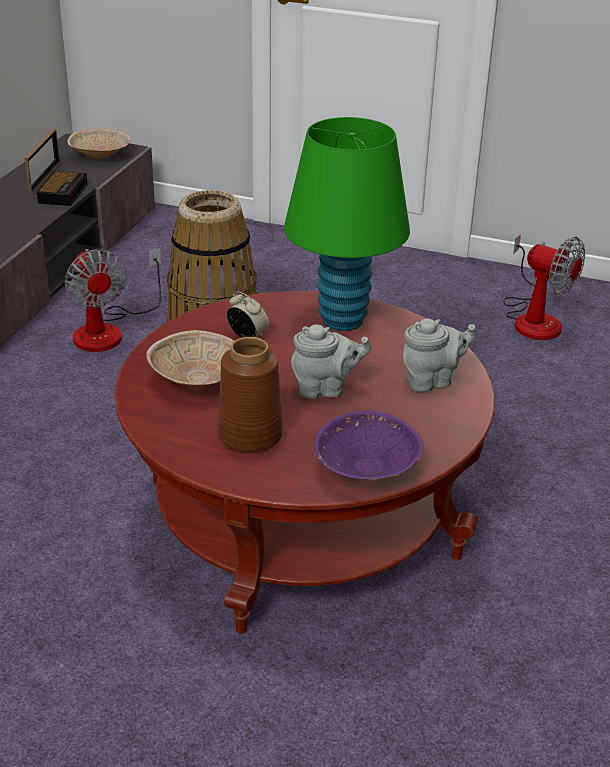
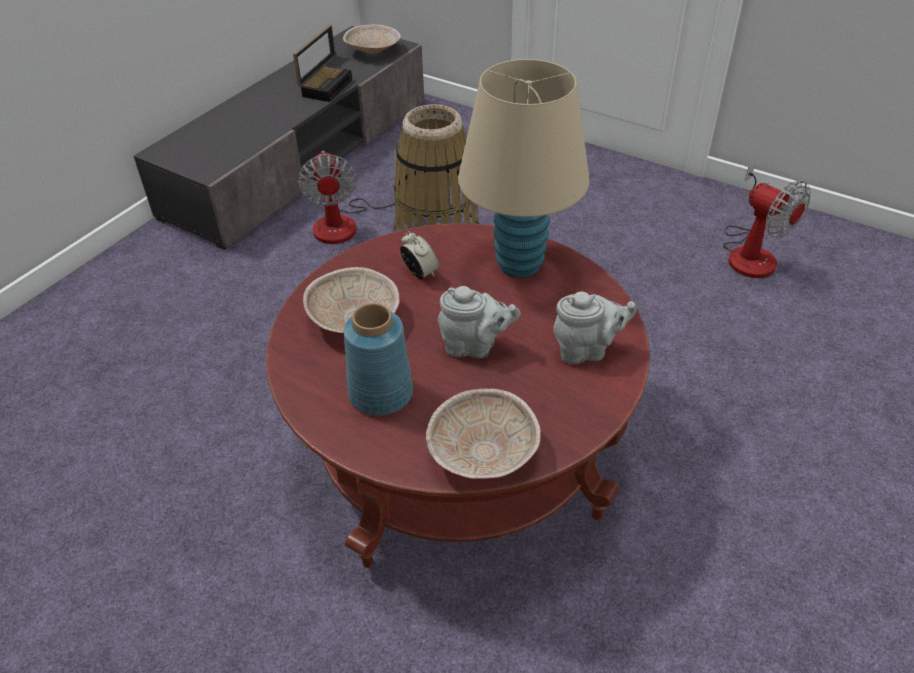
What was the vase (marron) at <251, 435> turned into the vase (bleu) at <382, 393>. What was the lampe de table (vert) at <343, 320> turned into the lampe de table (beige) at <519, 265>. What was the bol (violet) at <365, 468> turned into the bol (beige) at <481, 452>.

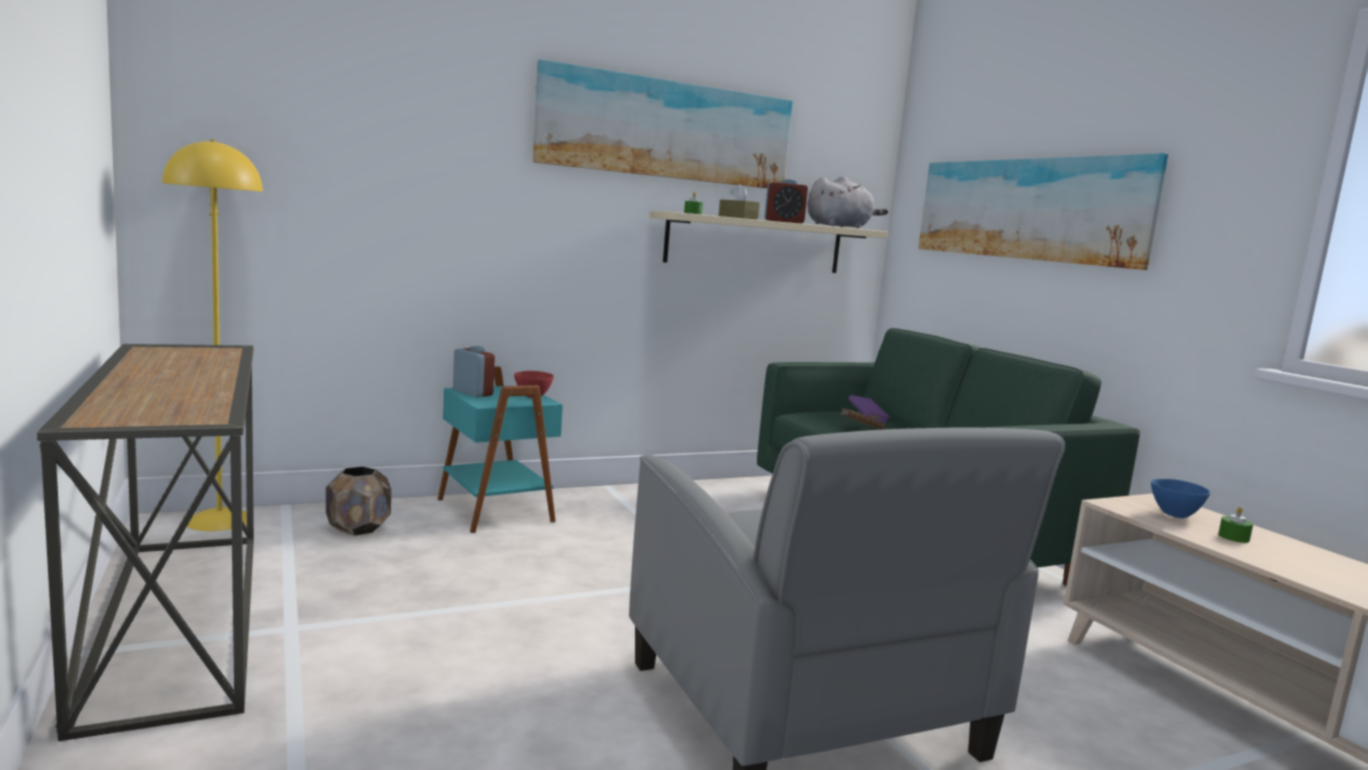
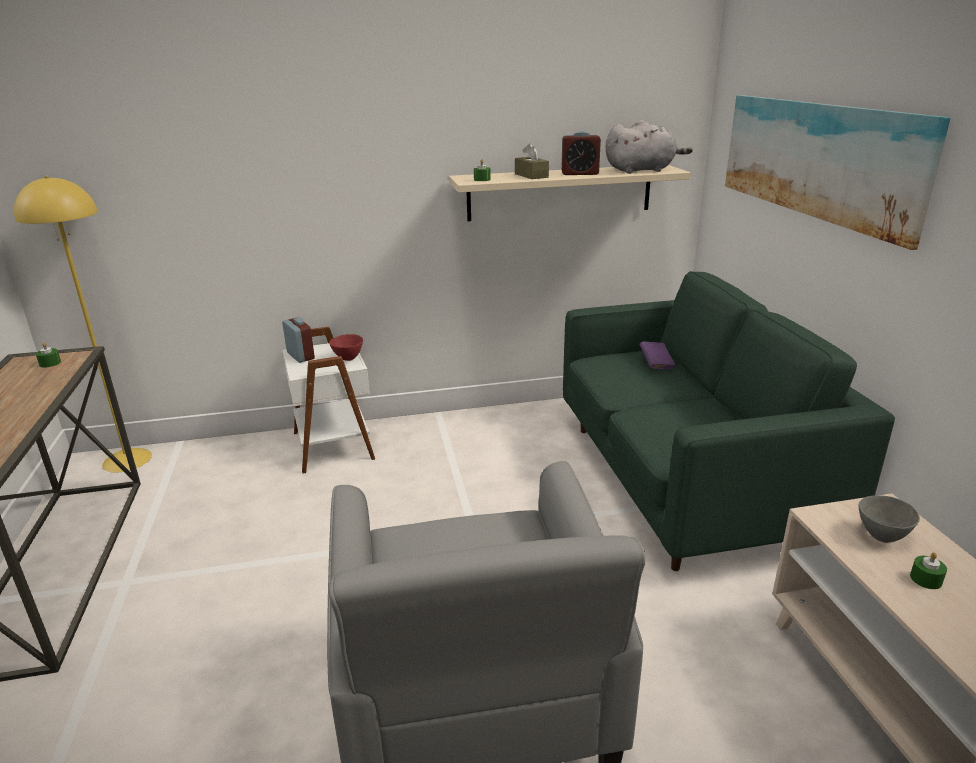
The second view lost the cache-pot (marron) at <359, 529>. The second view lost the tableau at <667, 130>. The second view lost the livre (marron) at <861, 429>. The second view gained the bougie (vert) at <50, 363>. What was the table d'appoint (turquoise) at <497, 509> turned into the table d'appoint (blanc) at <335, 444>. What was the bol (bleu) at <1174, 514> turned into the bol (gris) at <881, 535>.

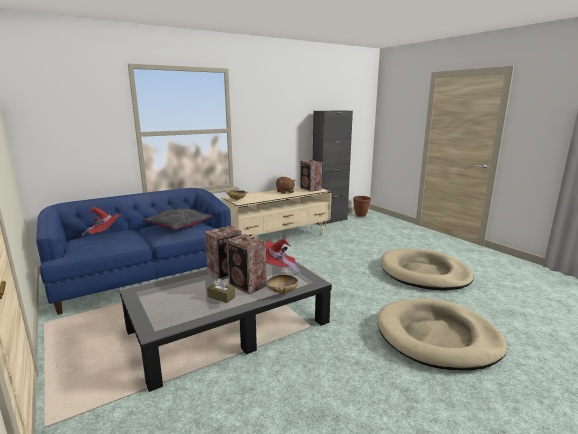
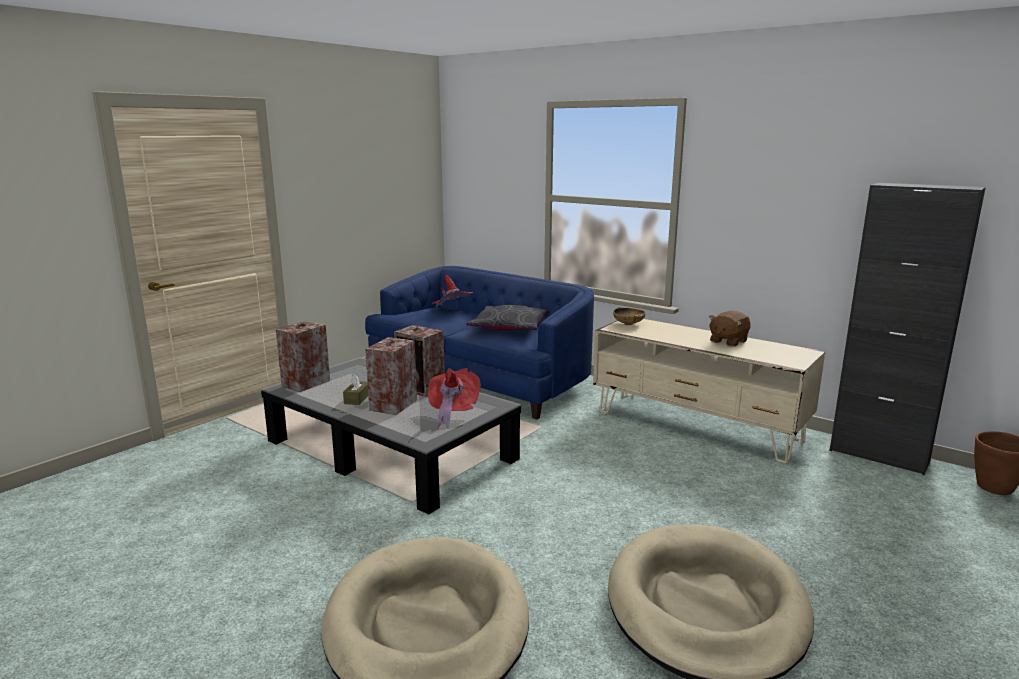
The second view lost the bol (beige) at <282, 292>. The enceinte ended up elsewhere, having gone from <310, 189> to <304, 383>.

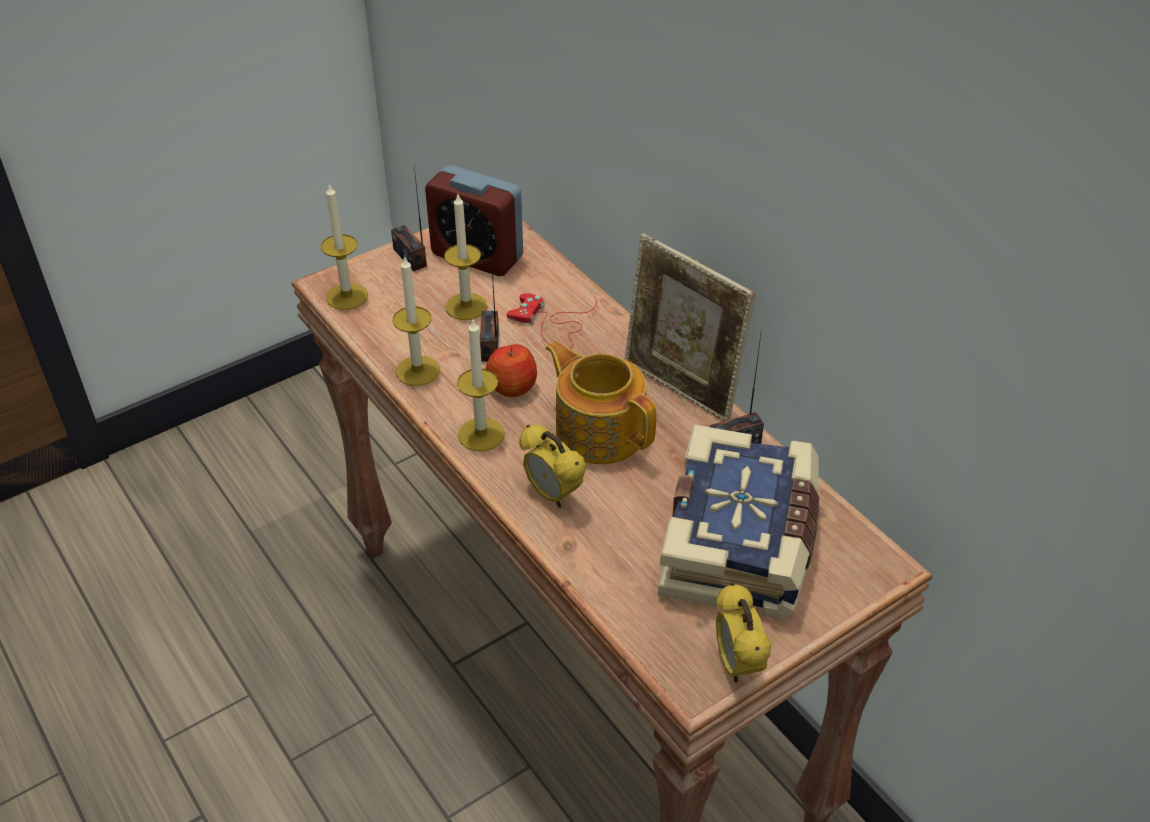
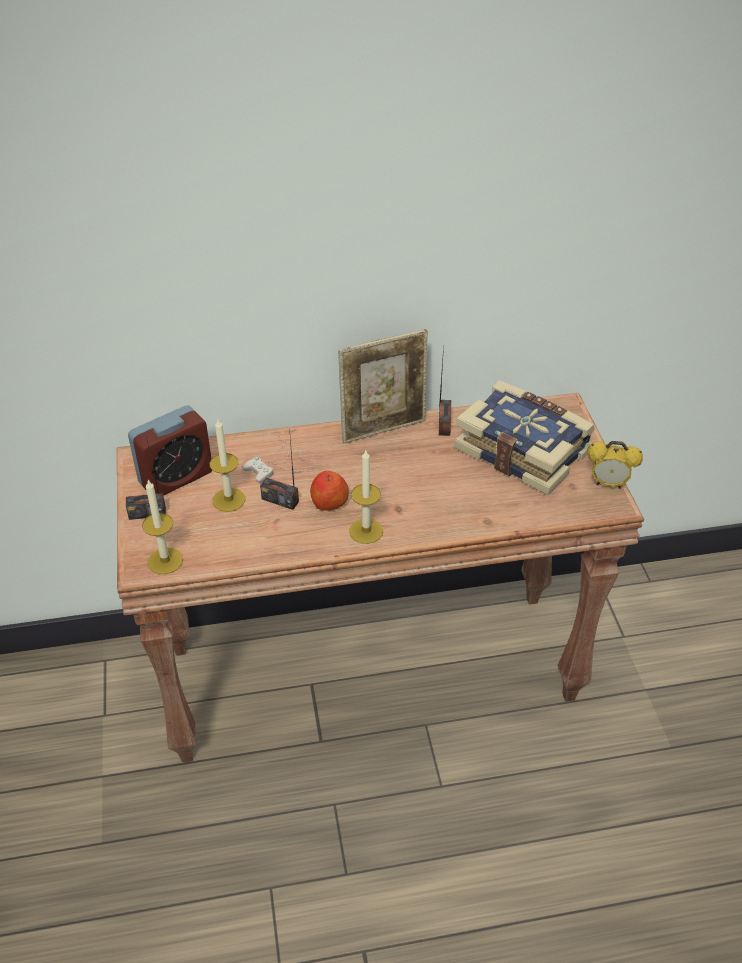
The second view lost the bougie at <417, 371>. The second view lost the réveil at <553, 495>. The second view lost the théière at <599, 431>. What was the manette (rouge) at <552, 324> turned into the manette (blanc) at <280, 464>.

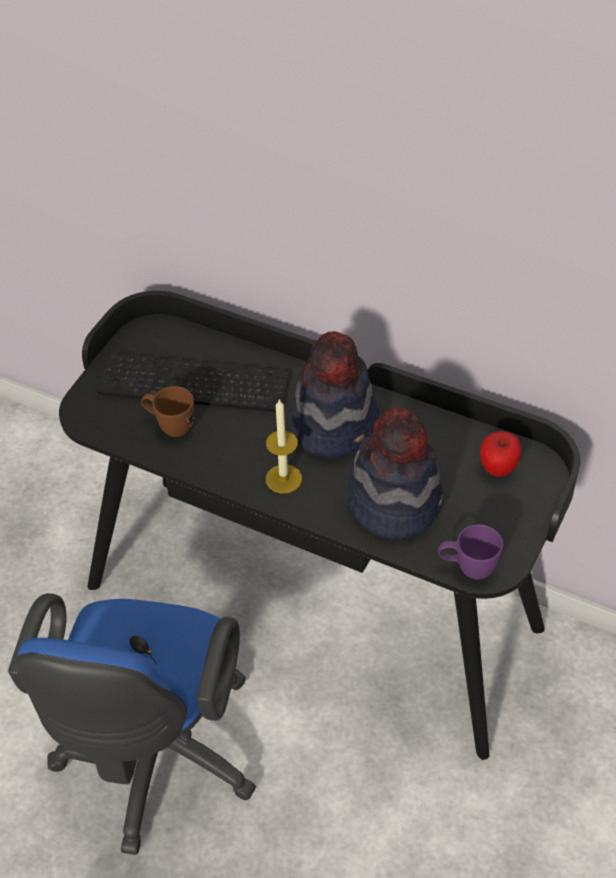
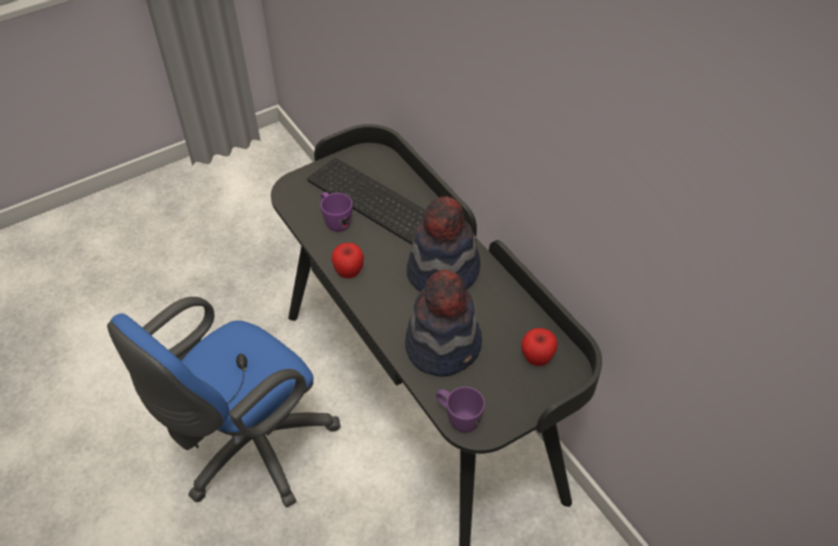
The second view lost the bougie at <283, 479>. The second view gained the pomme at <349, 272>. What was the mug (marron) at <170, 426> turned into the mug (violet) at <335, 222>.

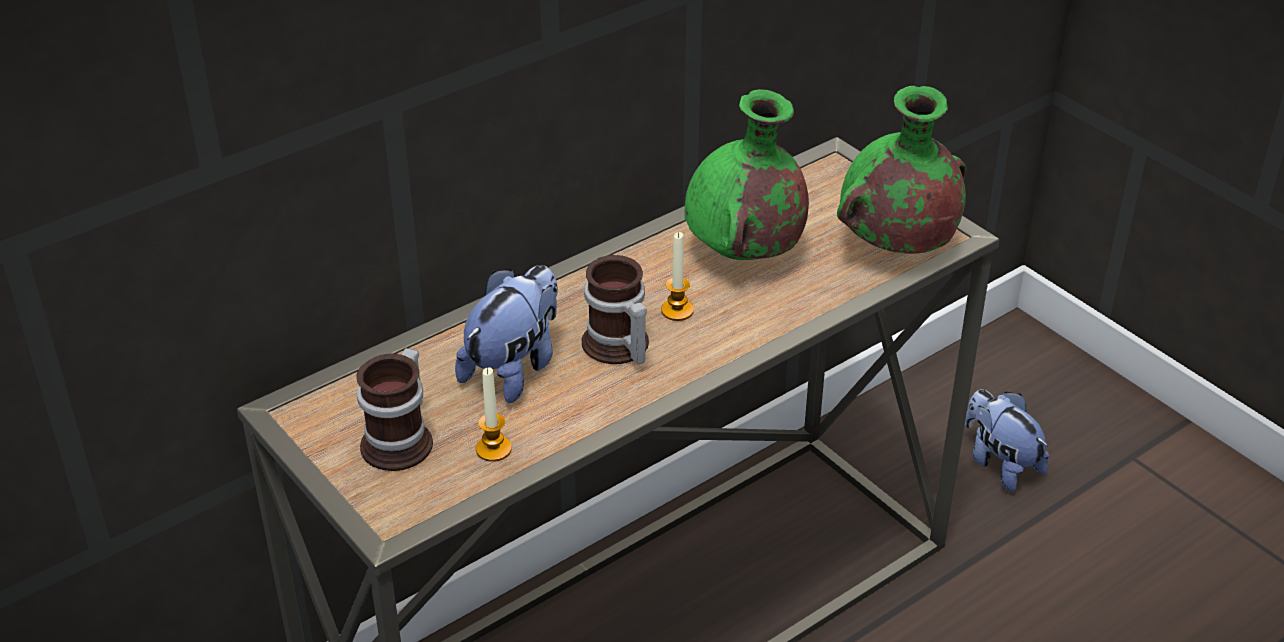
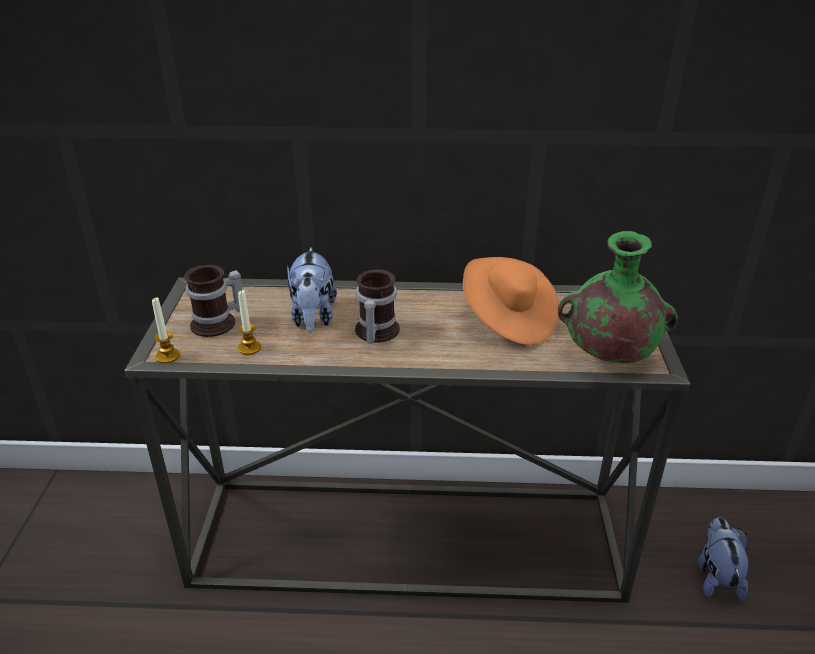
The bougie ended up elsewhere, having gone from <677, 311> to <168, 356>. Where the vase (vert) stood at <744, 254>, the chapeau (orange) came to stand at <508, 320>. The peluche at <514, 368> ended up facing another way, 105 degrees clockwise from before.

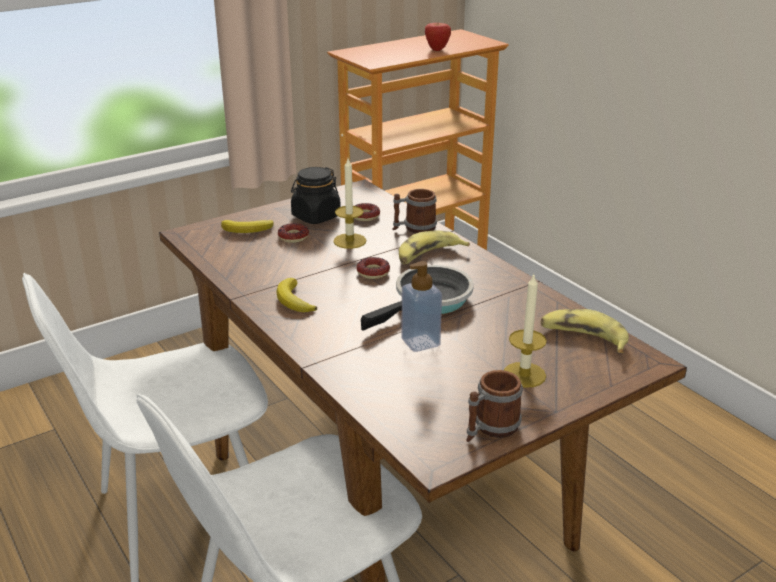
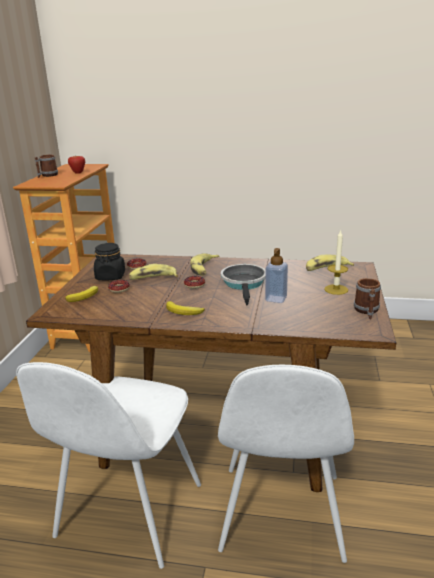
The mug ended up elsewhere, having gone from <414, 228> to <47, 175>. Where the bougie stood at <349, 241>, the banane came to stand at <153, 278>.

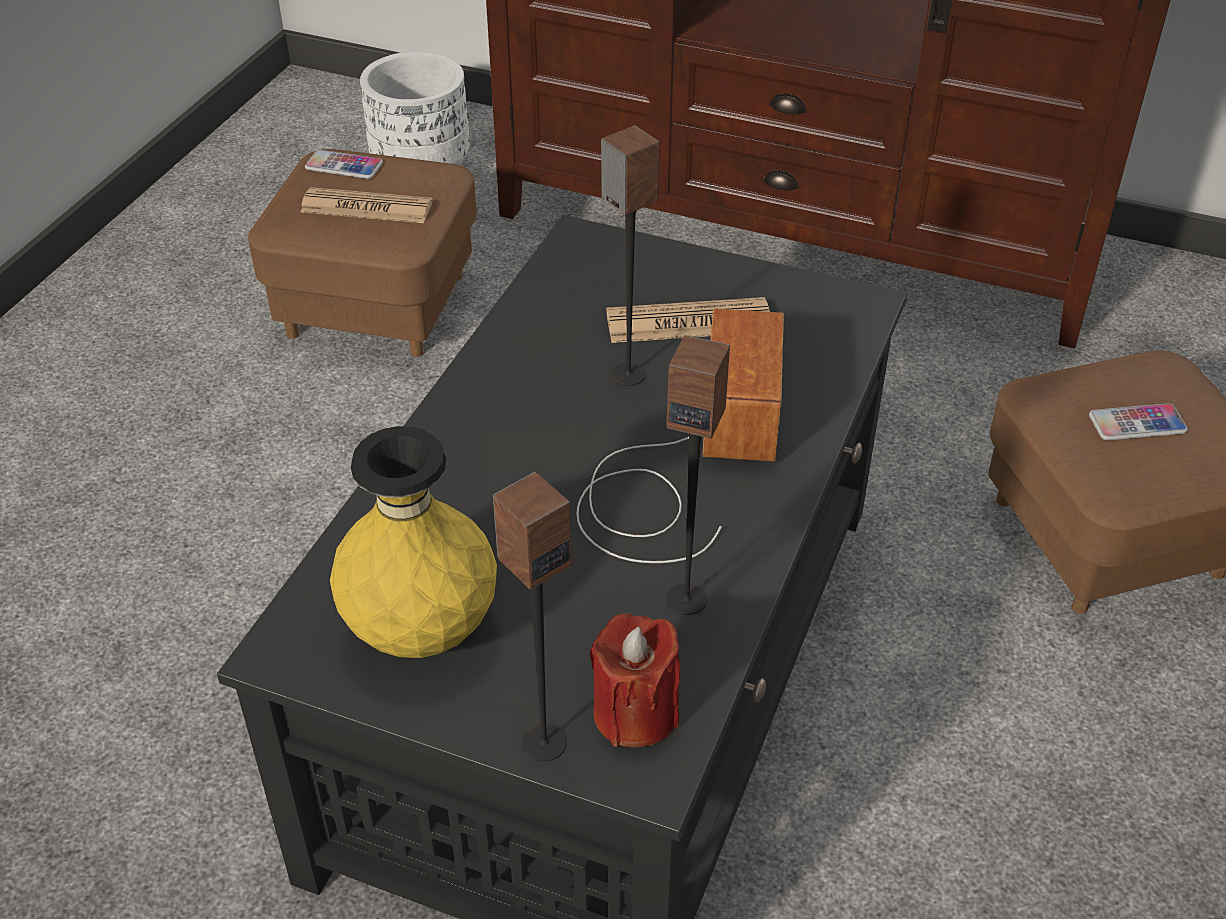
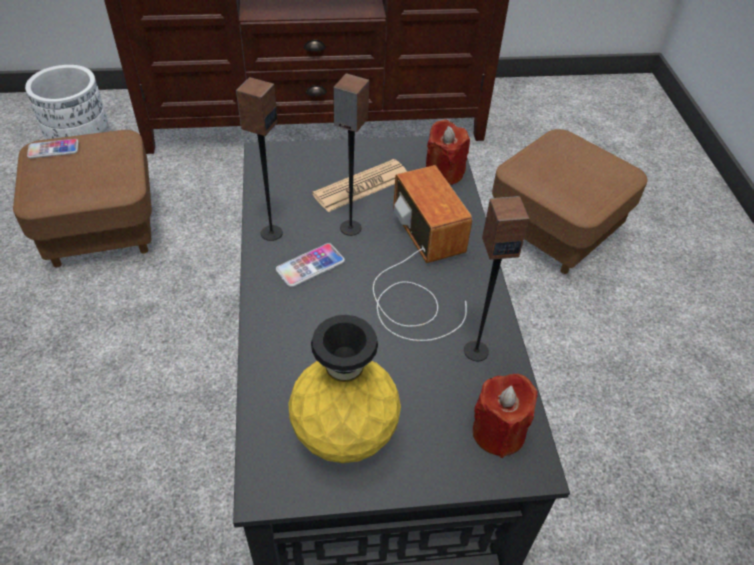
The second view lost the journal at <366, 207>. The second view gained the bougie (rouge) at <444, 173>. The enceinte ended up elsewhere, having gone from <544, 742> to <271, 233>. The téléphone ended up elsewhere, having gone from <1137, 424> to <310, 266>.

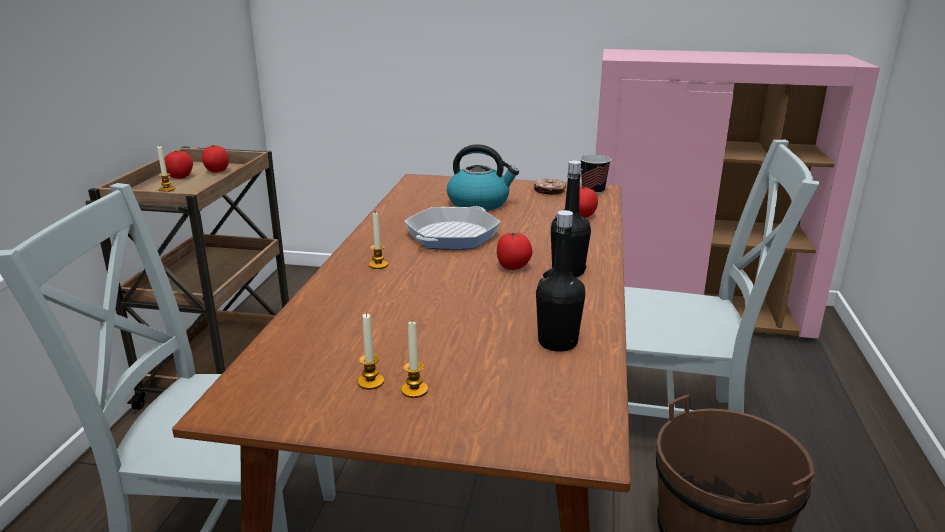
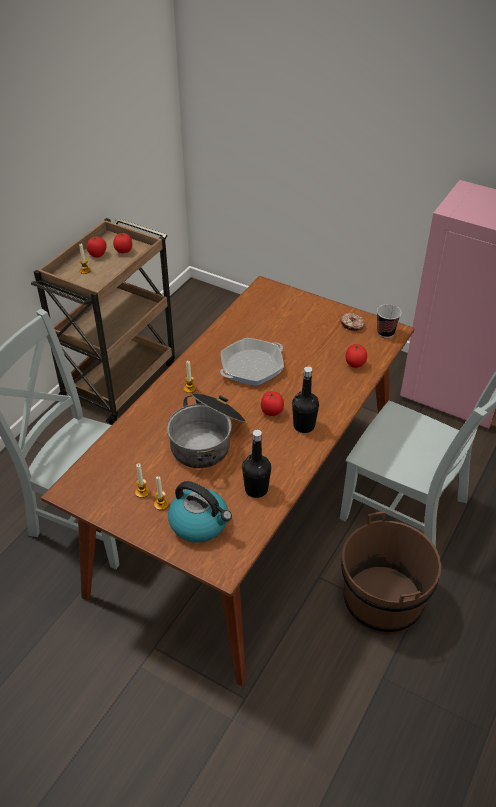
The second view gained the marmite at <207, 440>. The bouilloire ended up elsewhere, having gone from <479, 203> to <200, 523>.

